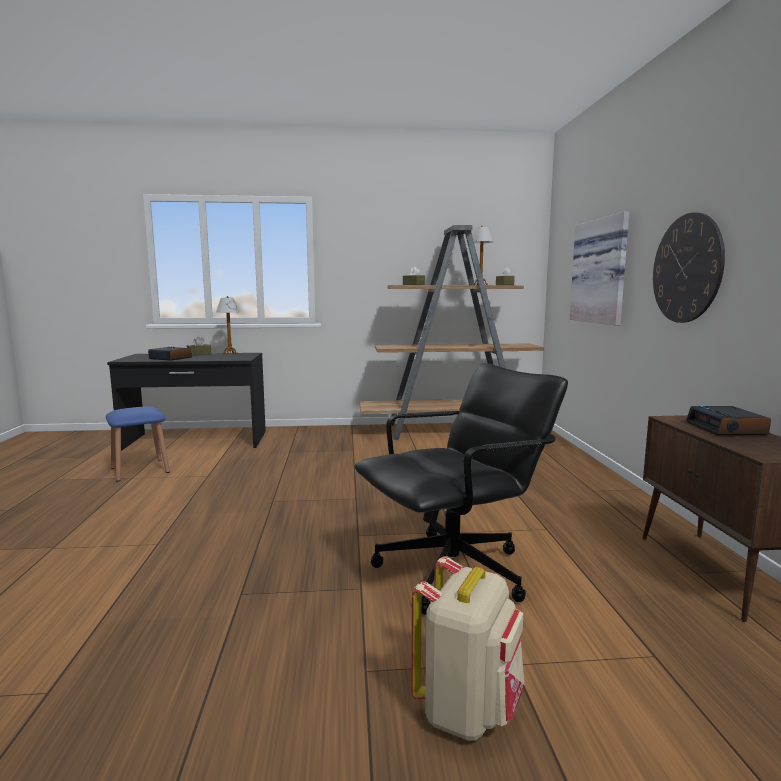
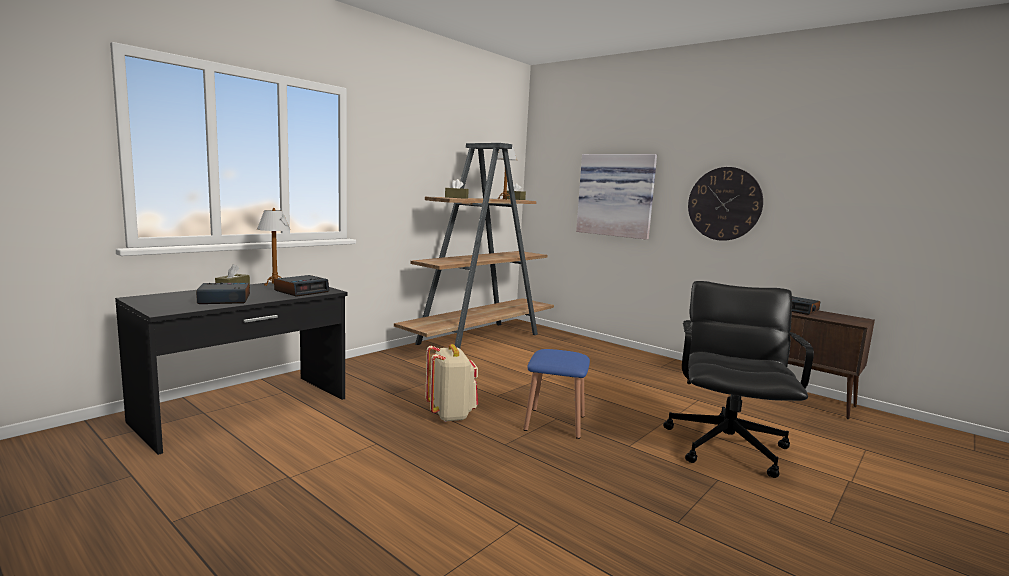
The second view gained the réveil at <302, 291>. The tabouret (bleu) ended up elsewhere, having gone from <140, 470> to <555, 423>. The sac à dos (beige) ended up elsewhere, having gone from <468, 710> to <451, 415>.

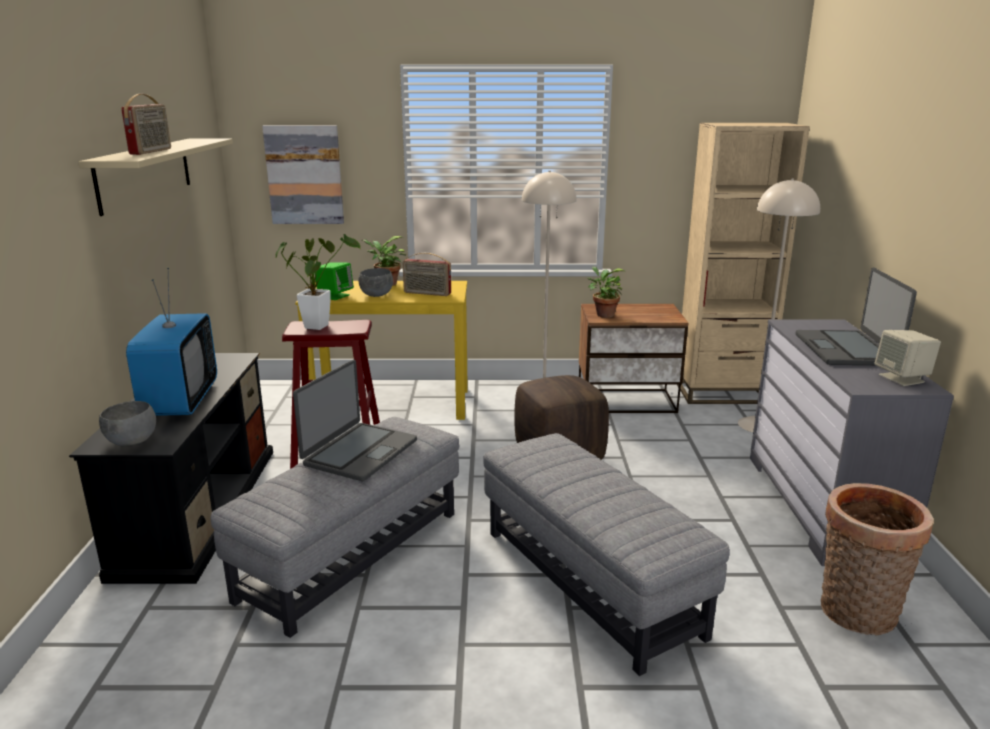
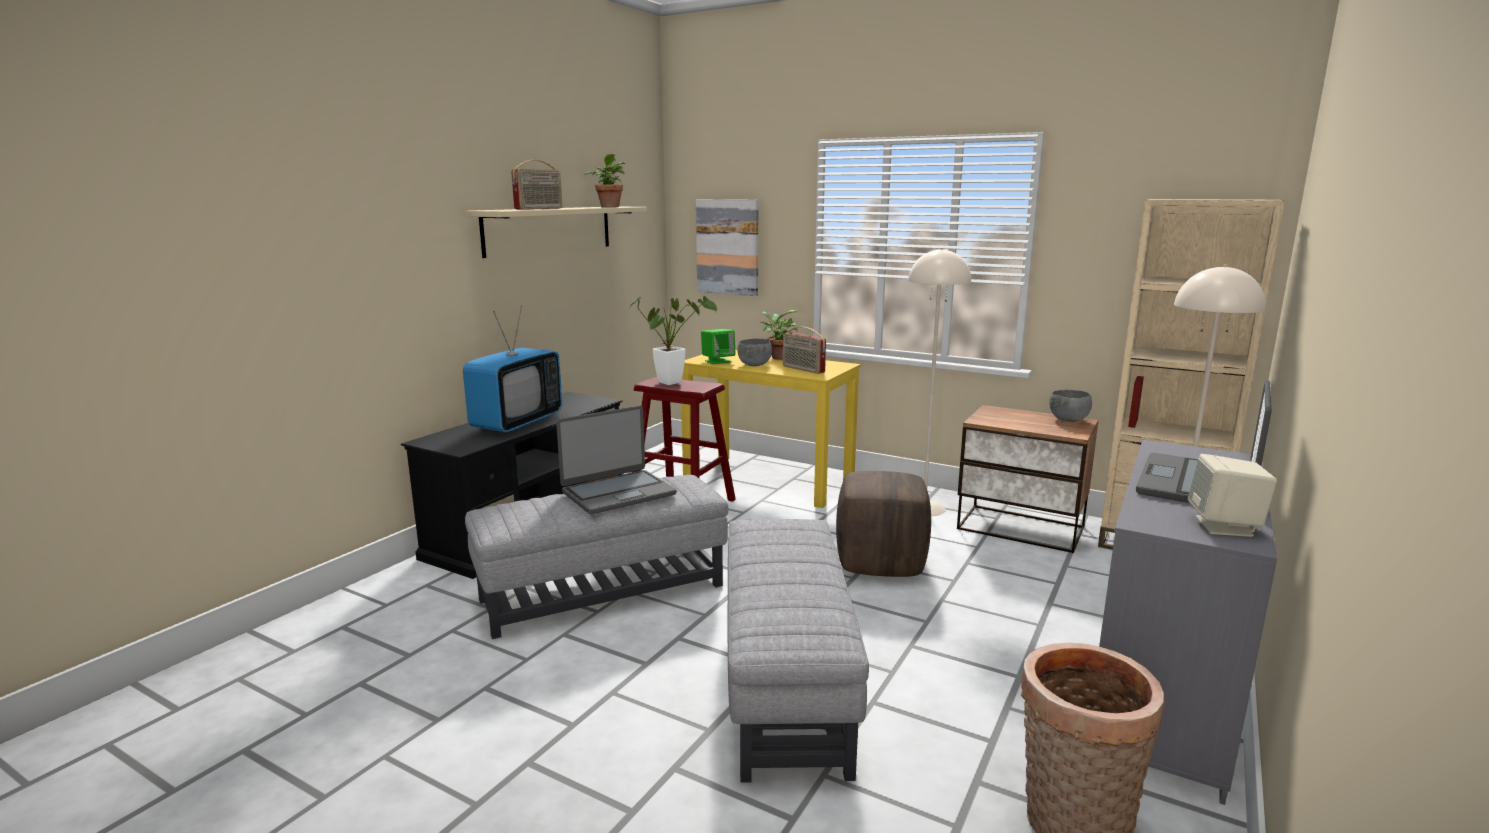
The bol (gris) ended up elsewhere, having gone from <131, 442> to <1068, 420>. The plante en pot ended up elsewhere, having gone from <603, 314> to <609, 206>.

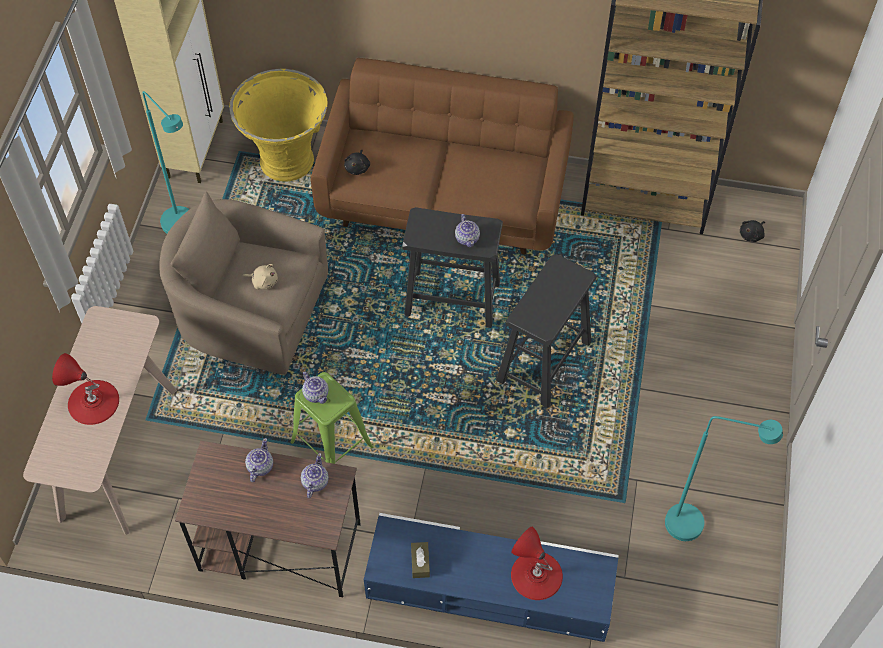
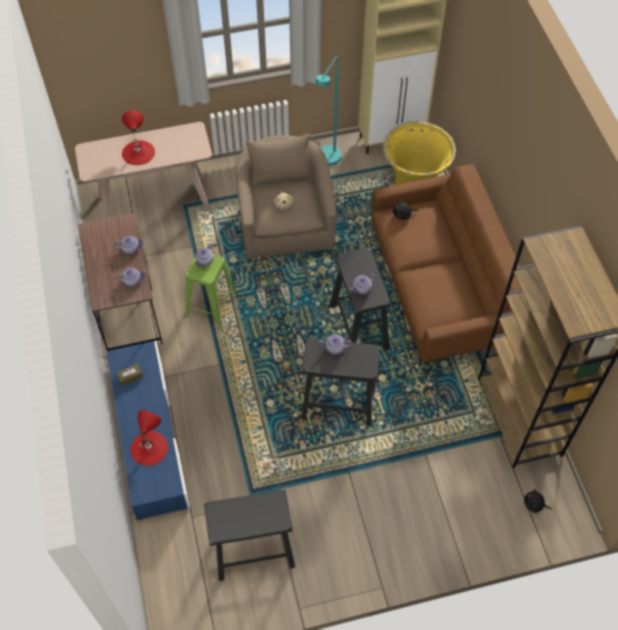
The second view gained the théière at <335, 348>. Where the lampadaire (turquoise) stood at <695, 524>, the tabouret (noir) came to stand at <254, 550>.

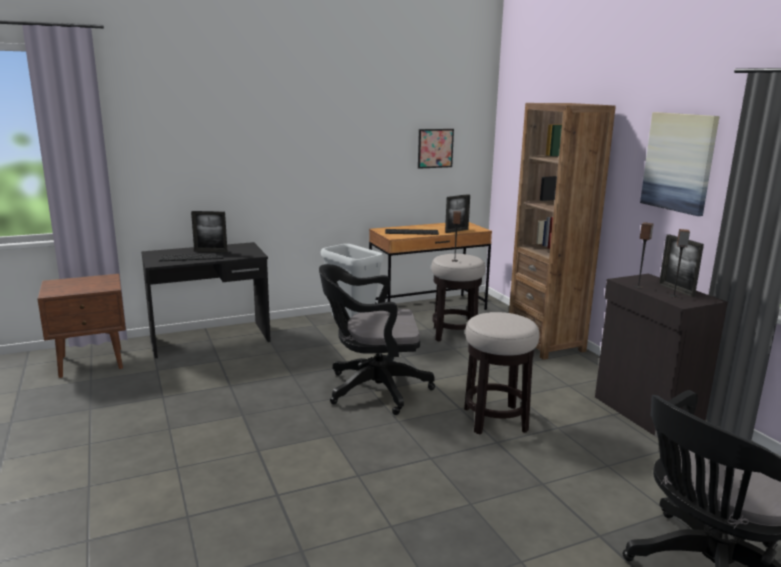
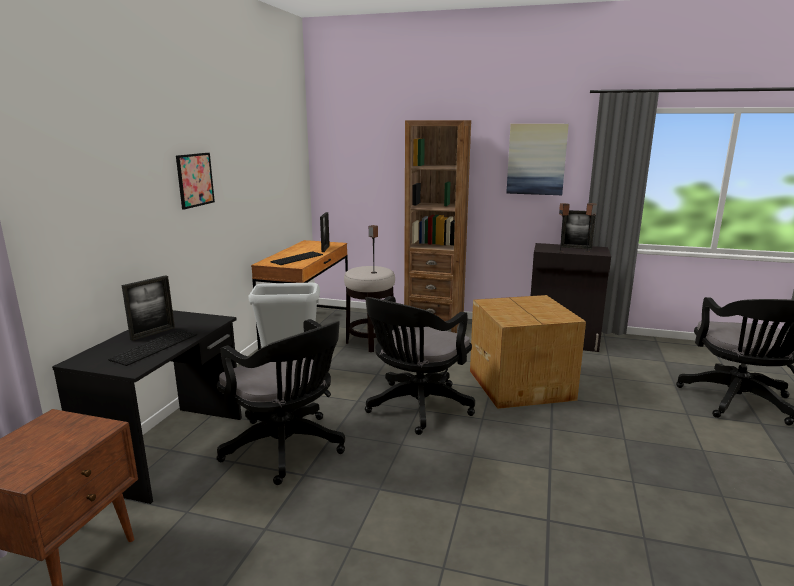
The second view gained the chaise de bureau (noir) at <287, 449>. The tableau ended up elsewhere, having gone from <435, 148> to <195, 180>. Where the tabouret stood at <495, 420>, the carton came to stand at <521, 384>.

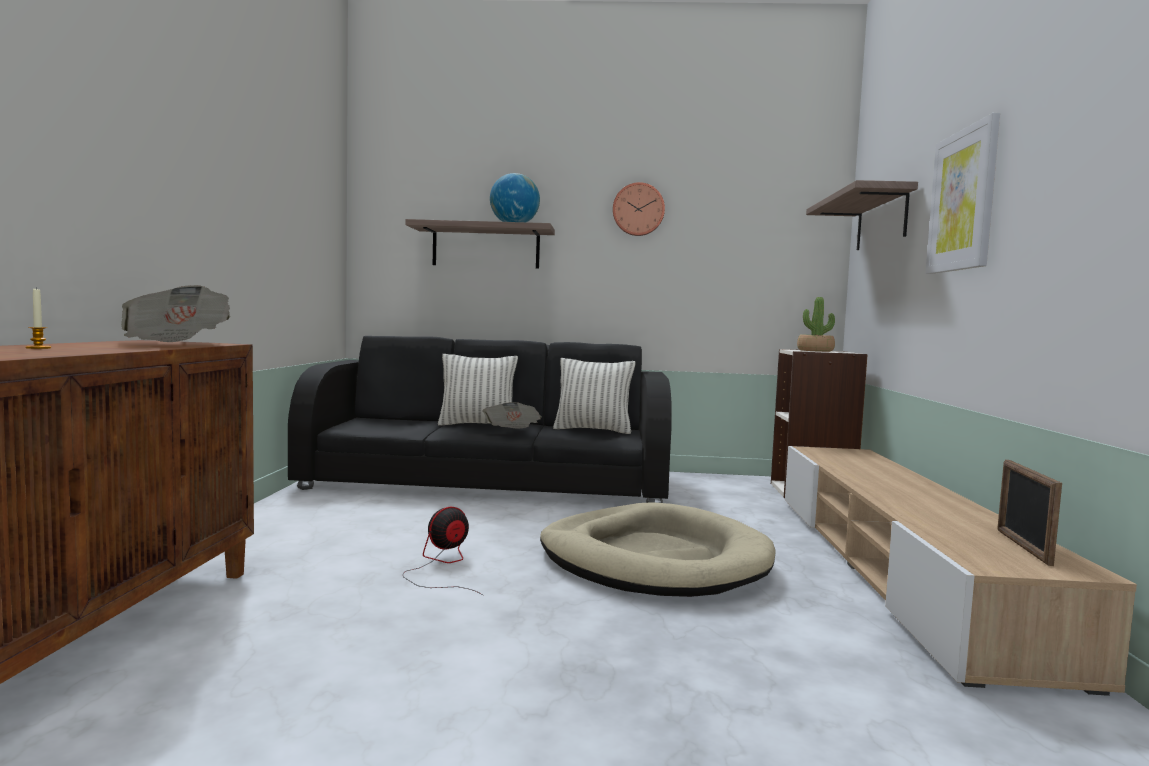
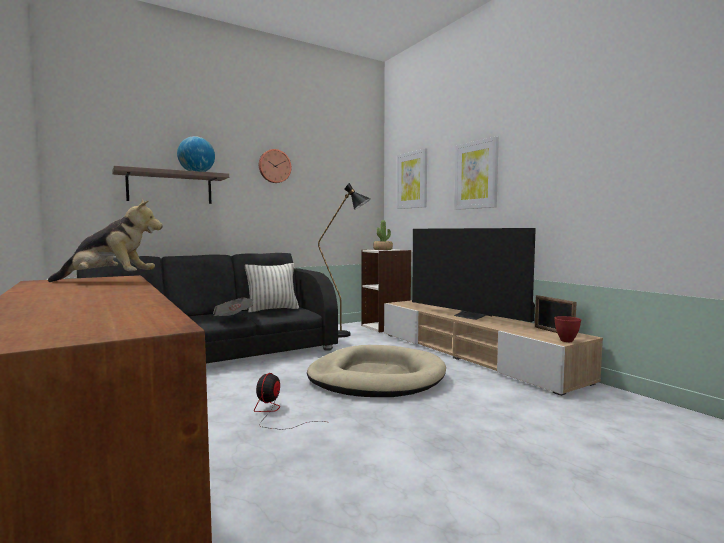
The second view lost the bougie at <38, 348>. The second view lost the coussin at <477, 425>. The second view gained the lampadaire (noir) at <348, 335>. The second view gained the téléviseur at <470, 316>. The second view gained the bol (rouge) at <566, 340>. Where the journal stood at <177, 344>, the peluche came to stand at <109, 281>. Where the étagère hung at <881, 220>, the tableau came to hang at <412, 180>.

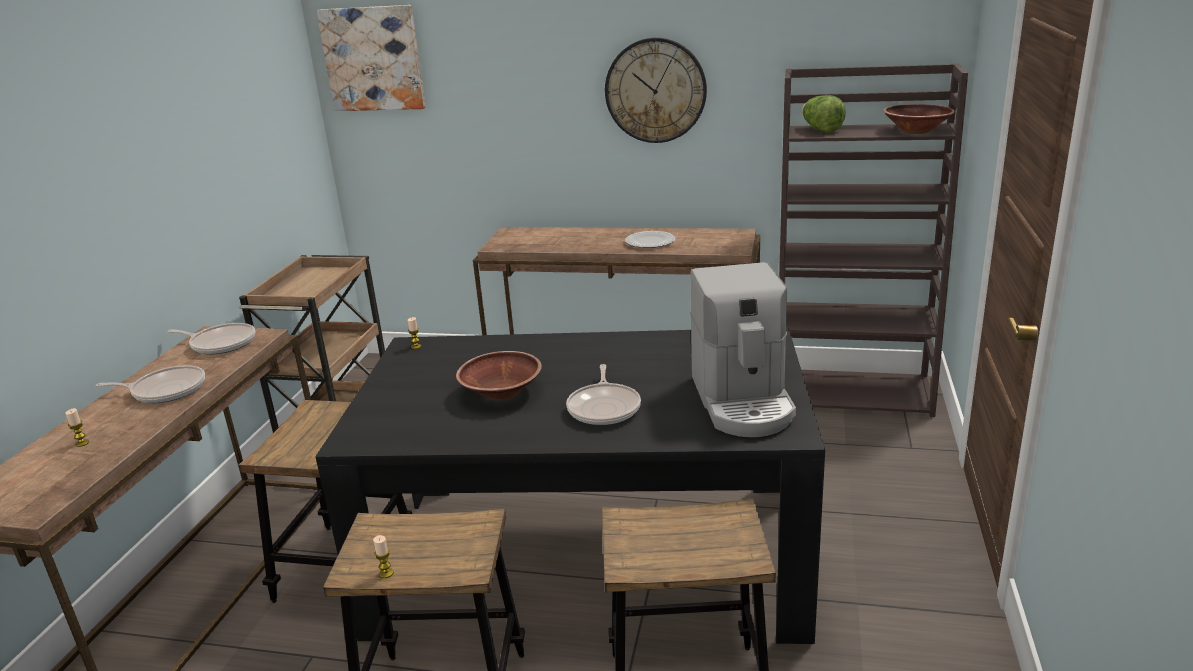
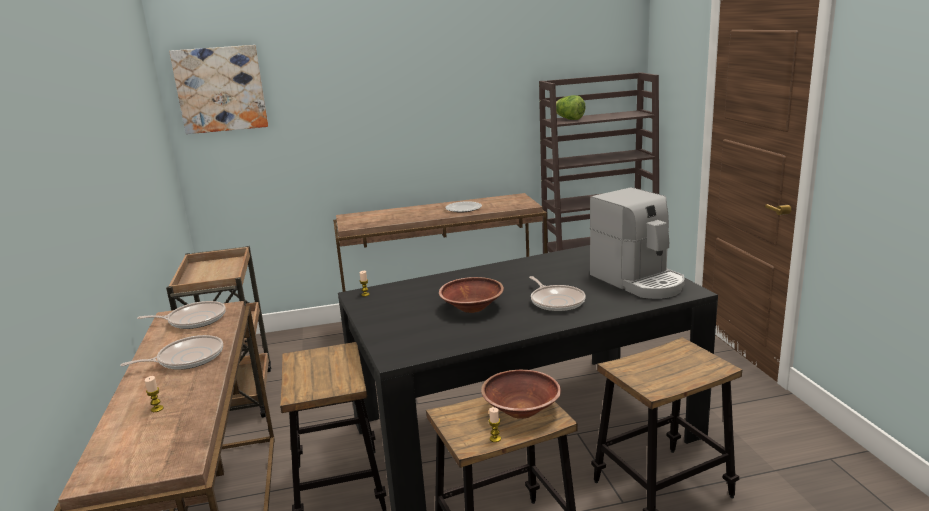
The second view lost the horloge murale at <655, 90>. The bol (marron) ended up elsewhere, having gone from <916, 131> to <521, 410>.

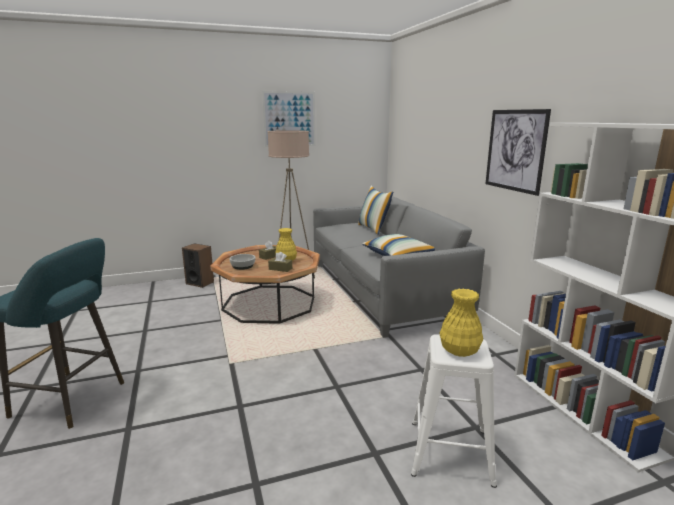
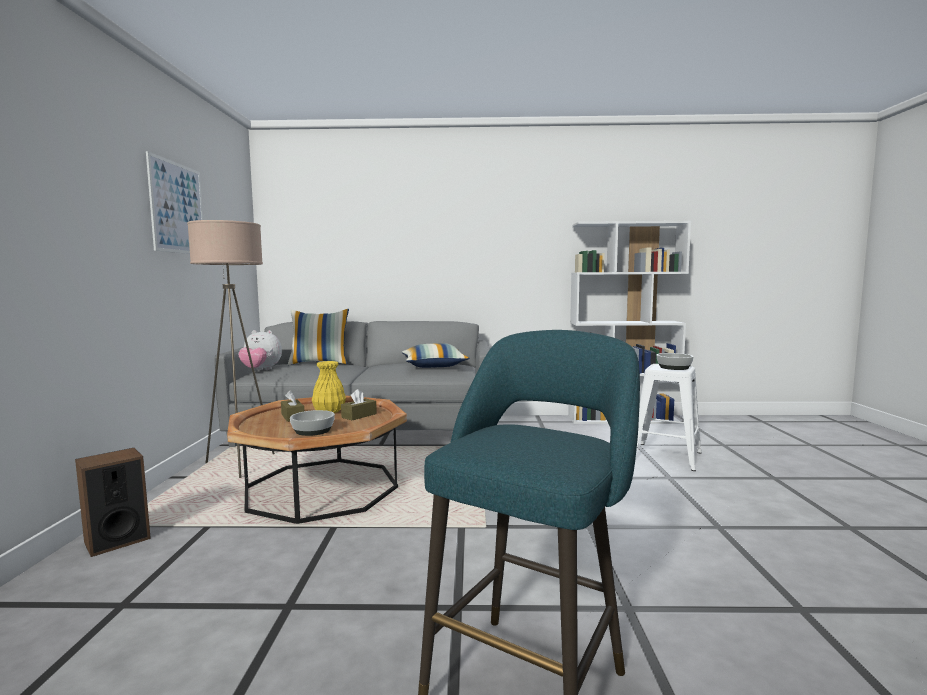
The second view lost the tableau at <515, 150>. The second view gained the peluche at <261, 370>. Where the vase (jaune) stood at <460, 351>, the bol came to stand at <674, 367>.

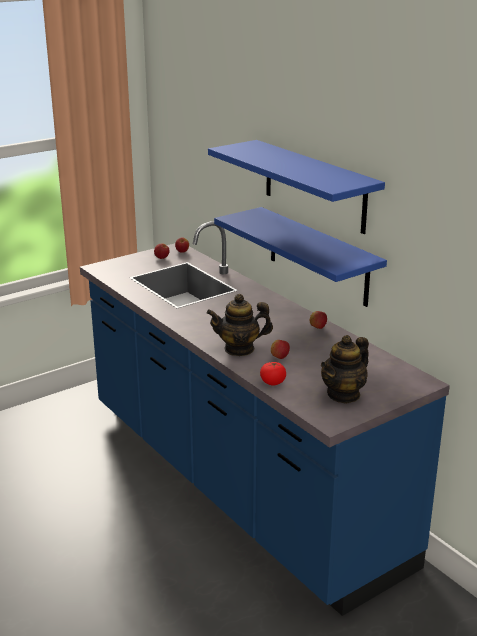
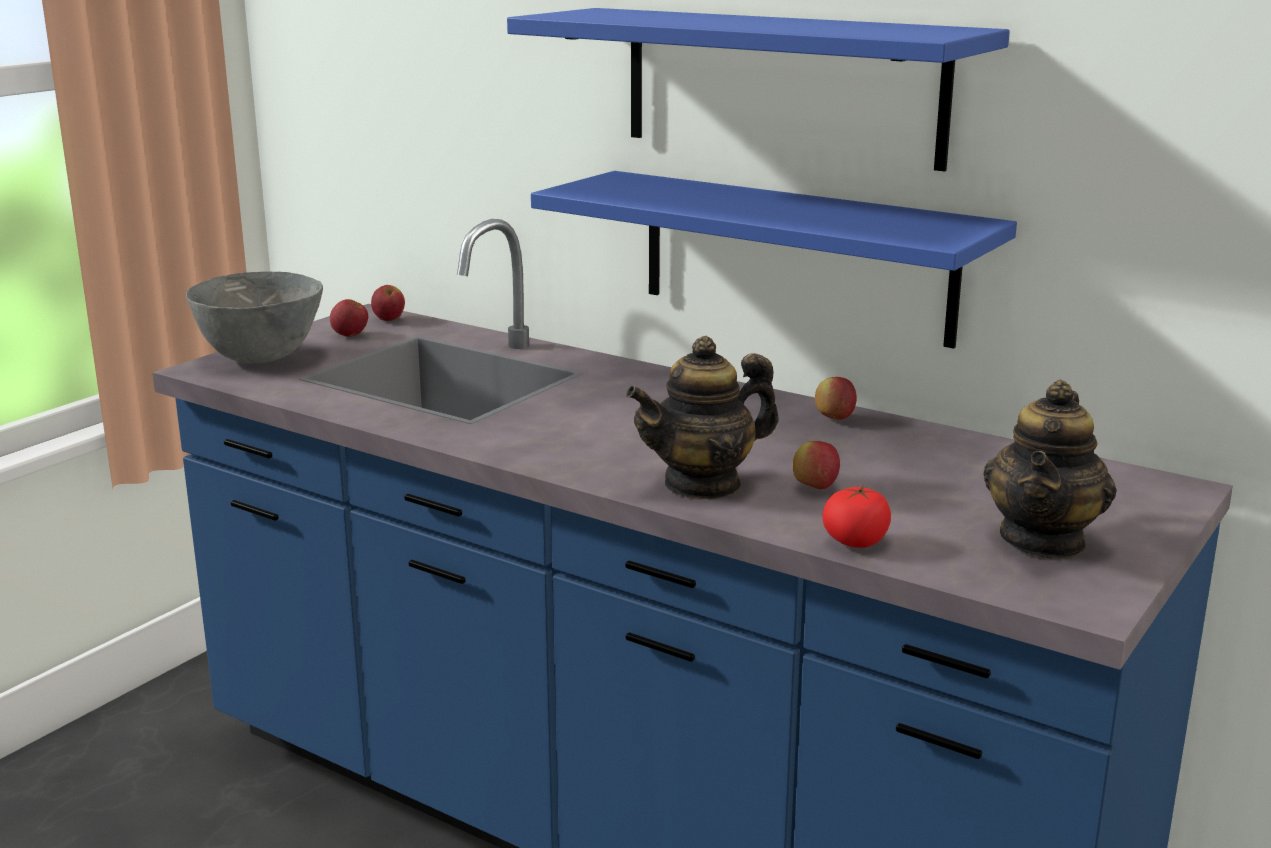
The second view gained the bol (gris) at <260, 358>.

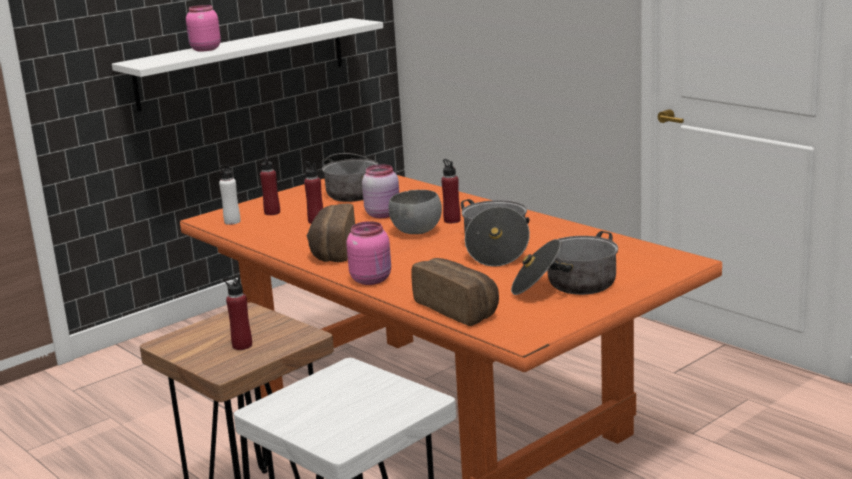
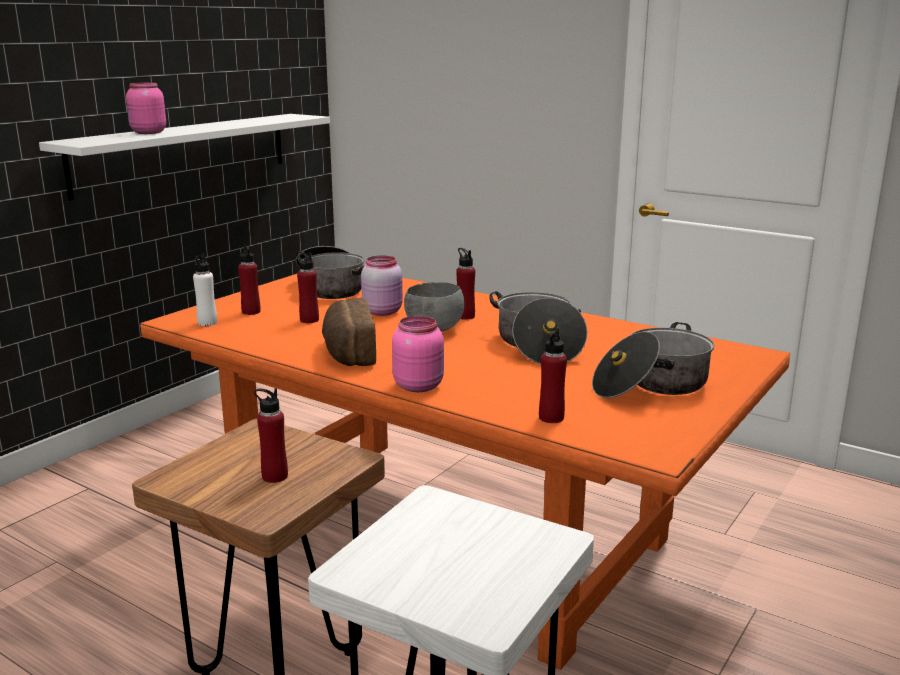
Where the pain stood at <459, 309>, the bouteille (rouge) came to stand at <551, 418>.

